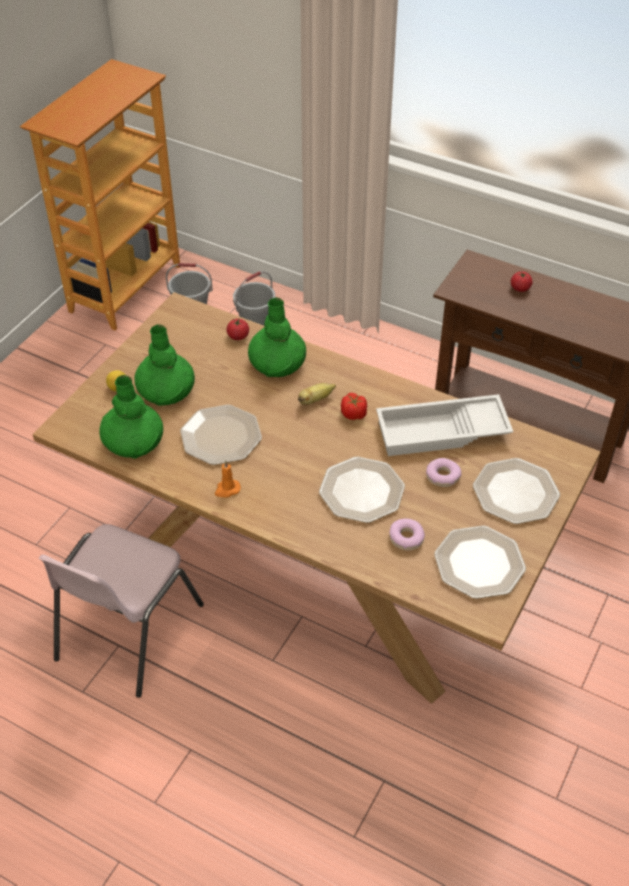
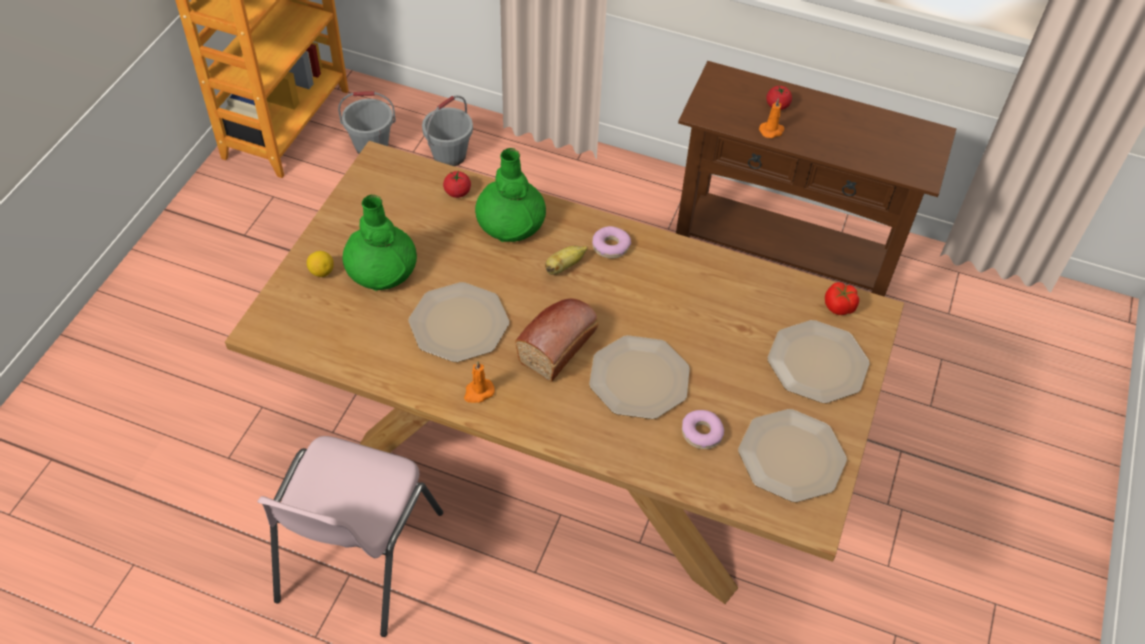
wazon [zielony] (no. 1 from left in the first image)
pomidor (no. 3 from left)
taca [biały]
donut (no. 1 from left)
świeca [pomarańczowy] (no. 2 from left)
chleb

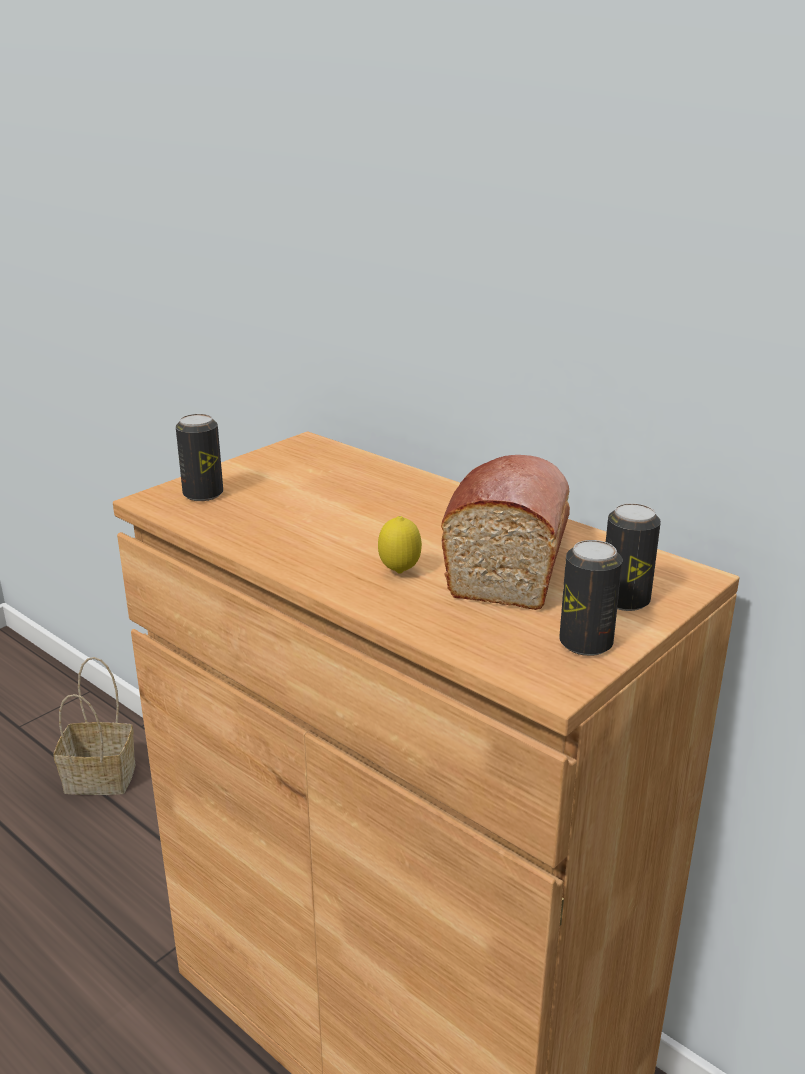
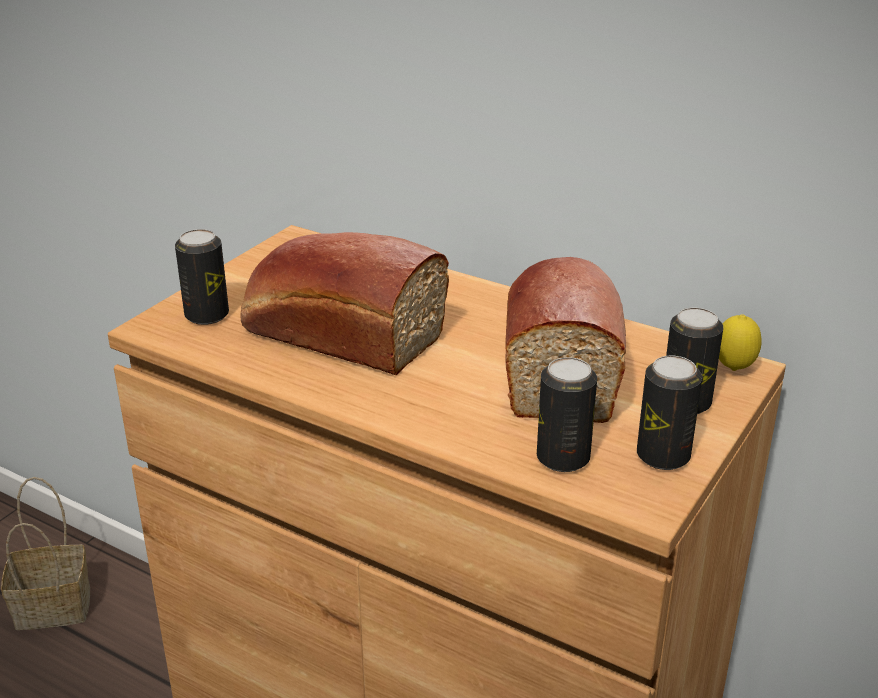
cytryna
chleb (no. 1 from left)
puszka (no. 2 from left)

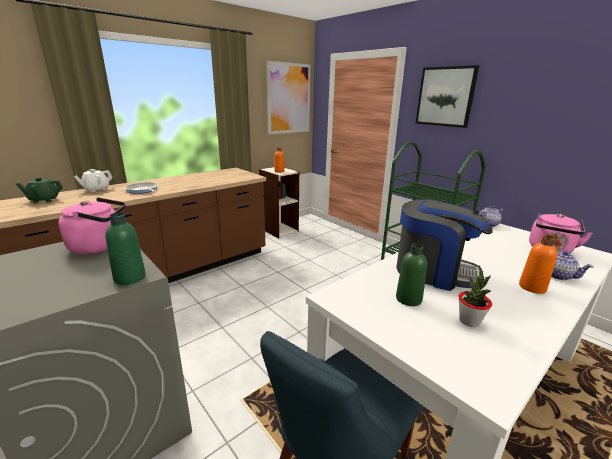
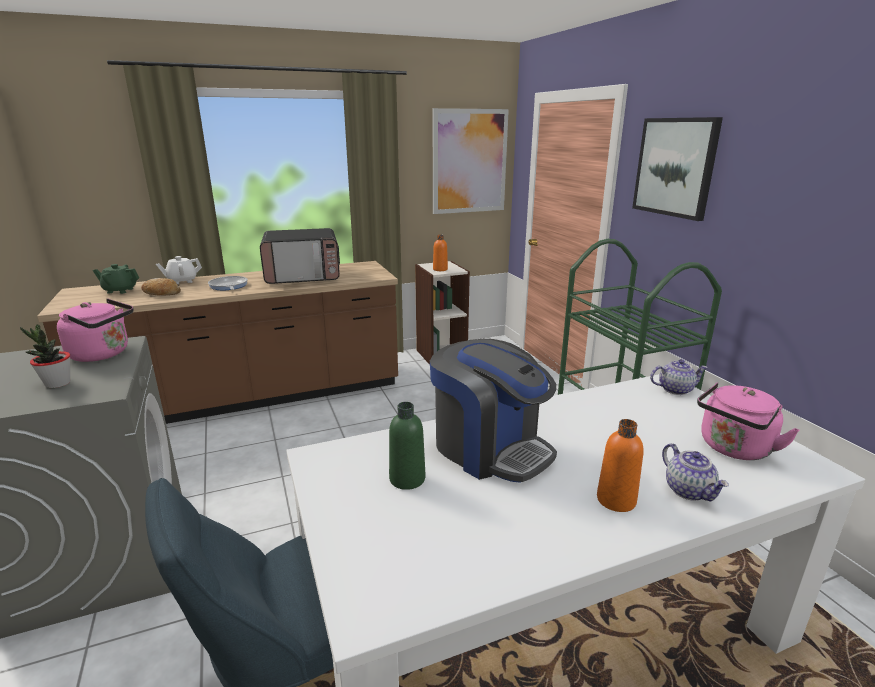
butelka [zielony] (no. 1 from left in the first image)
roślina doniczkowa
mikrofalówka
chleb

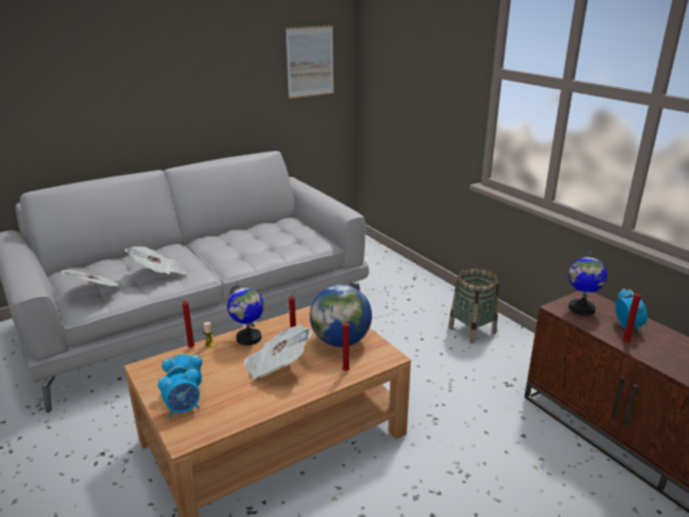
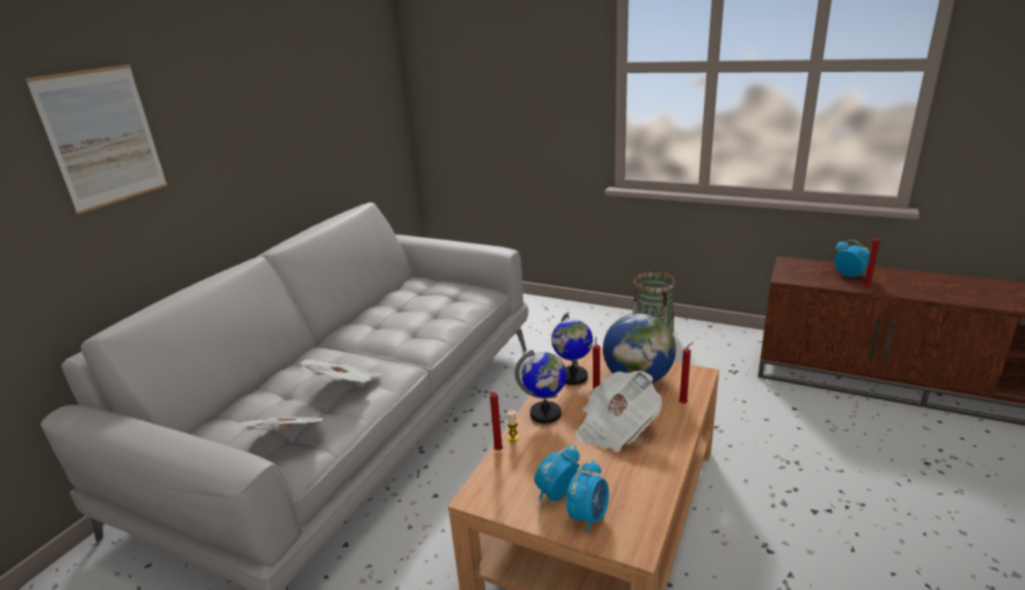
obraz
globus (no. 2 from left)

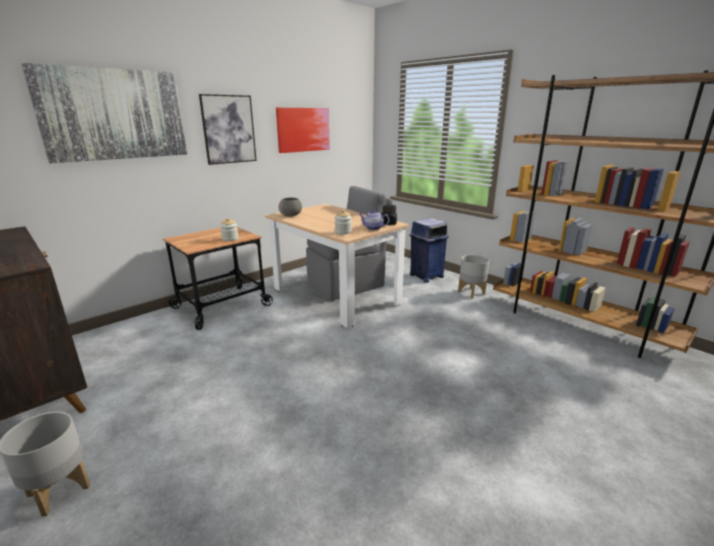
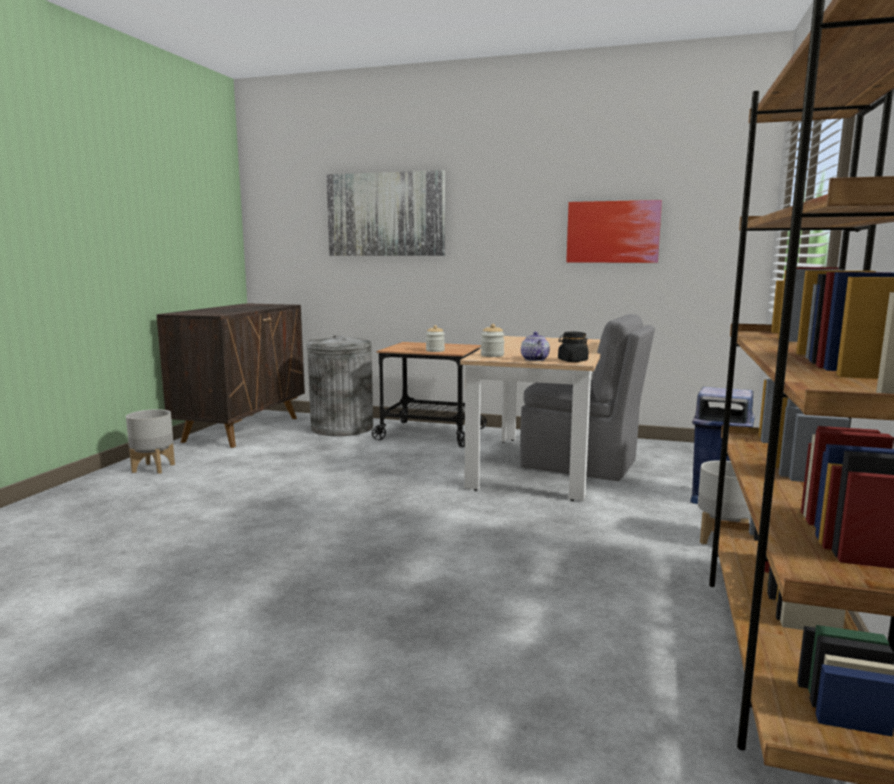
obraz (no. 2 from left in the first image)
miska [szary]
kosz na śmieci [szary]

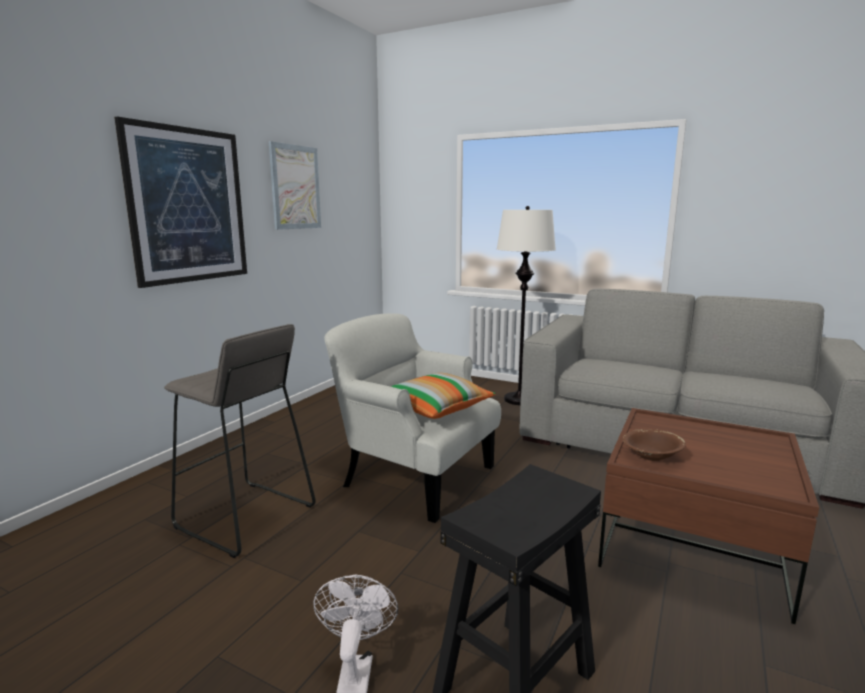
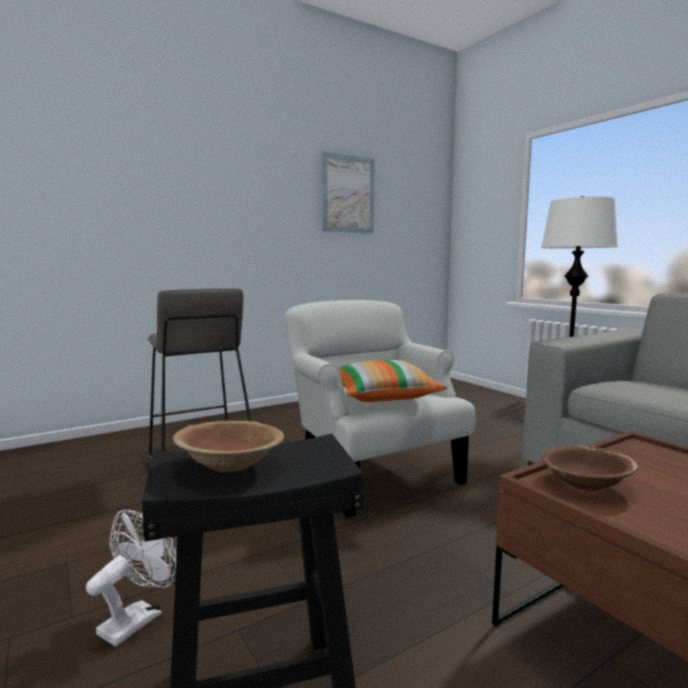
obraz (no. 1 from left in the first image)
miska [brązowy] (no. 1 from left)

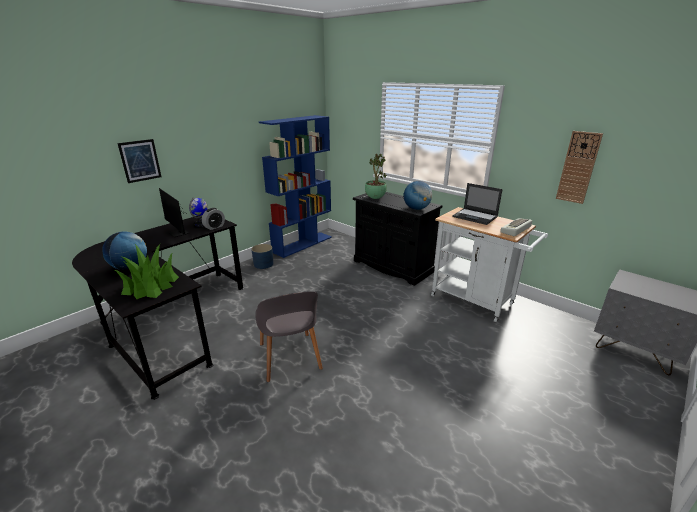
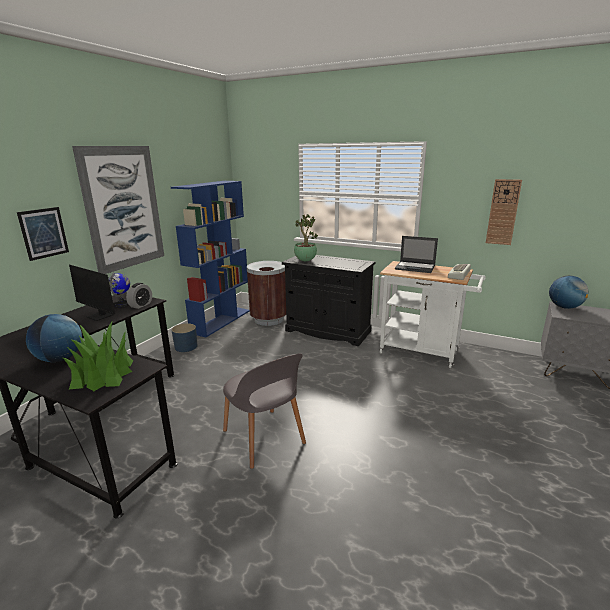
globus (no. 3 from left)
obraz (no. 2 from left)
kosz na śmieci [brązowy]

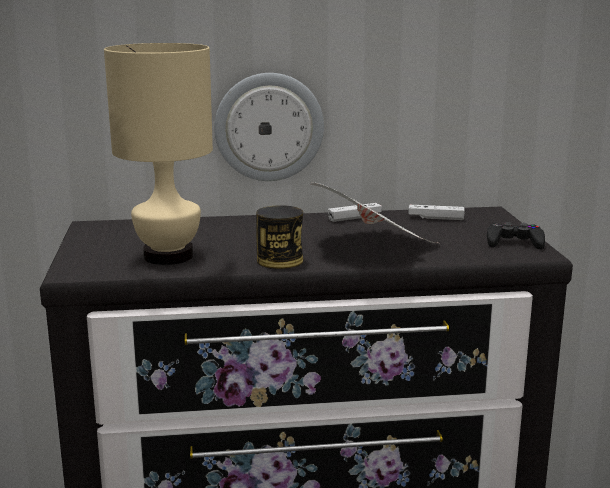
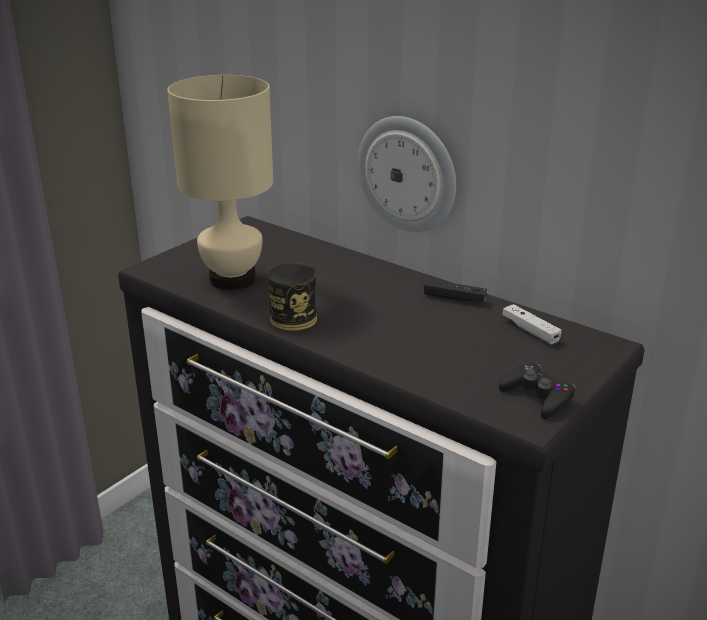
gazeta
pad do gier [czarny] (no. 1 from left)

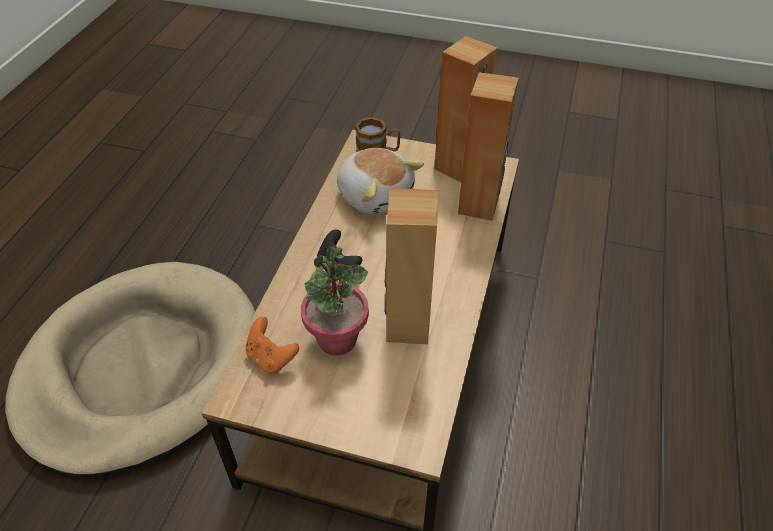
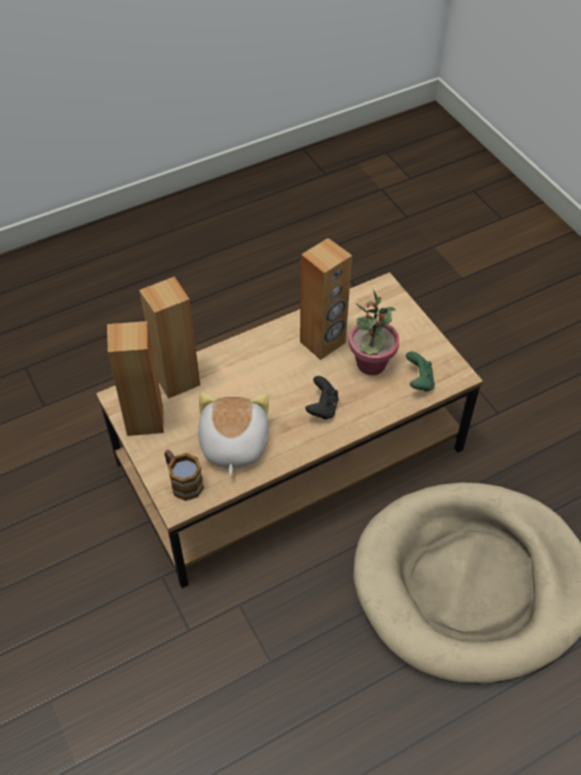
pad do gier [zielony]

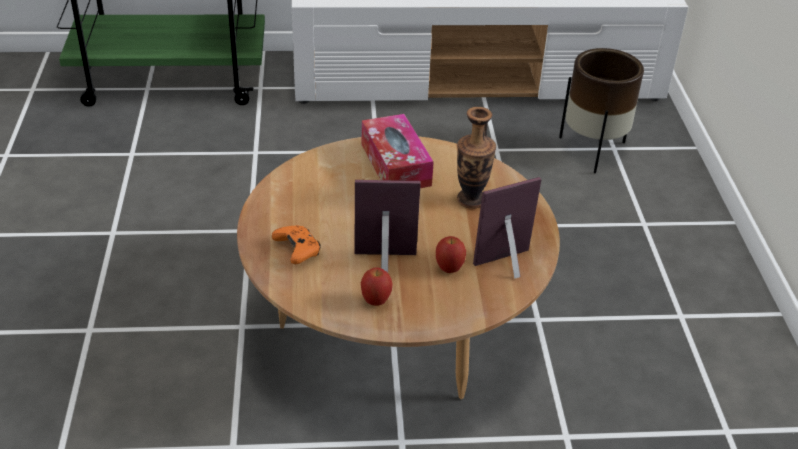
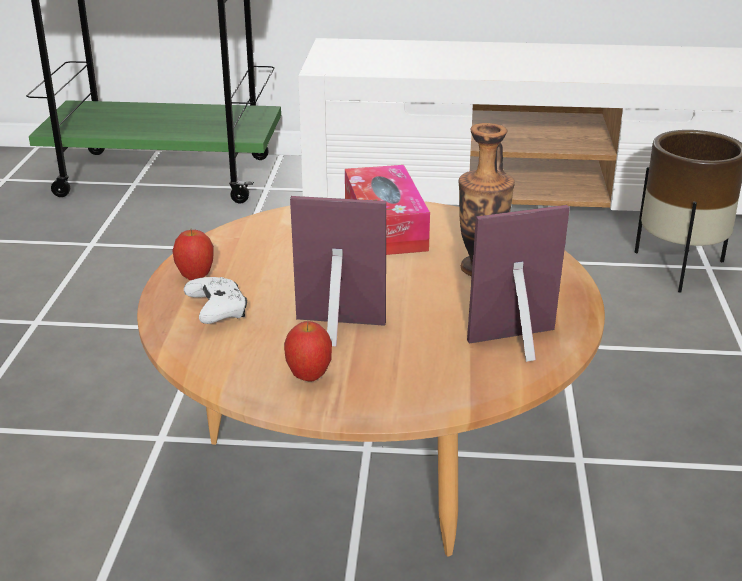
pad do gier [biały]
jabłko (no. 1 from left)

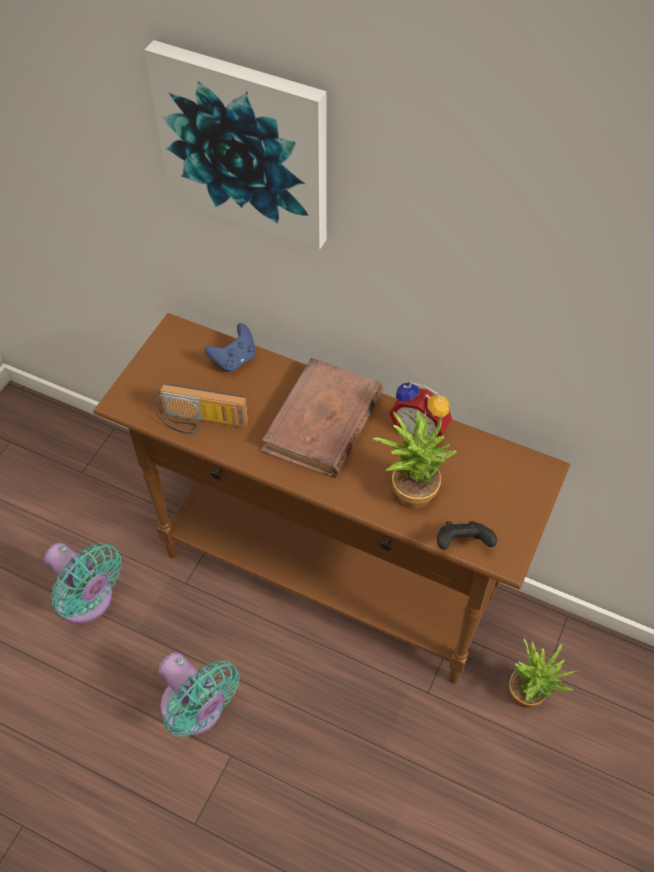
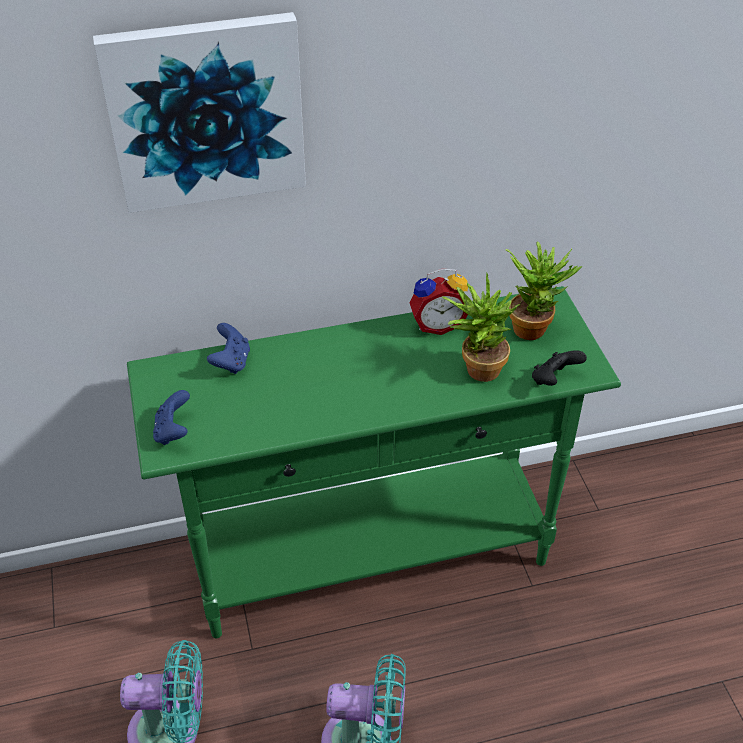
stolik konsolowy [zielony]
książka [brązowy]
radio
roślina doniczkowa (no. 2 from left)
pad do gier [niebieski] (no. 1 from left)

